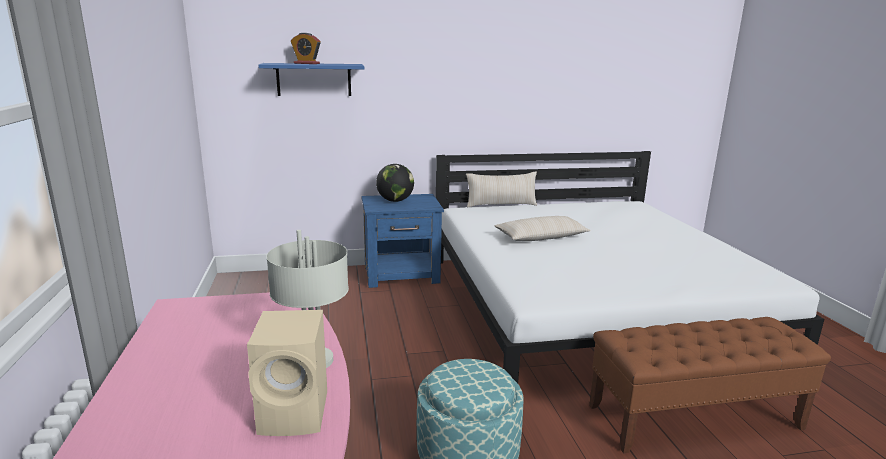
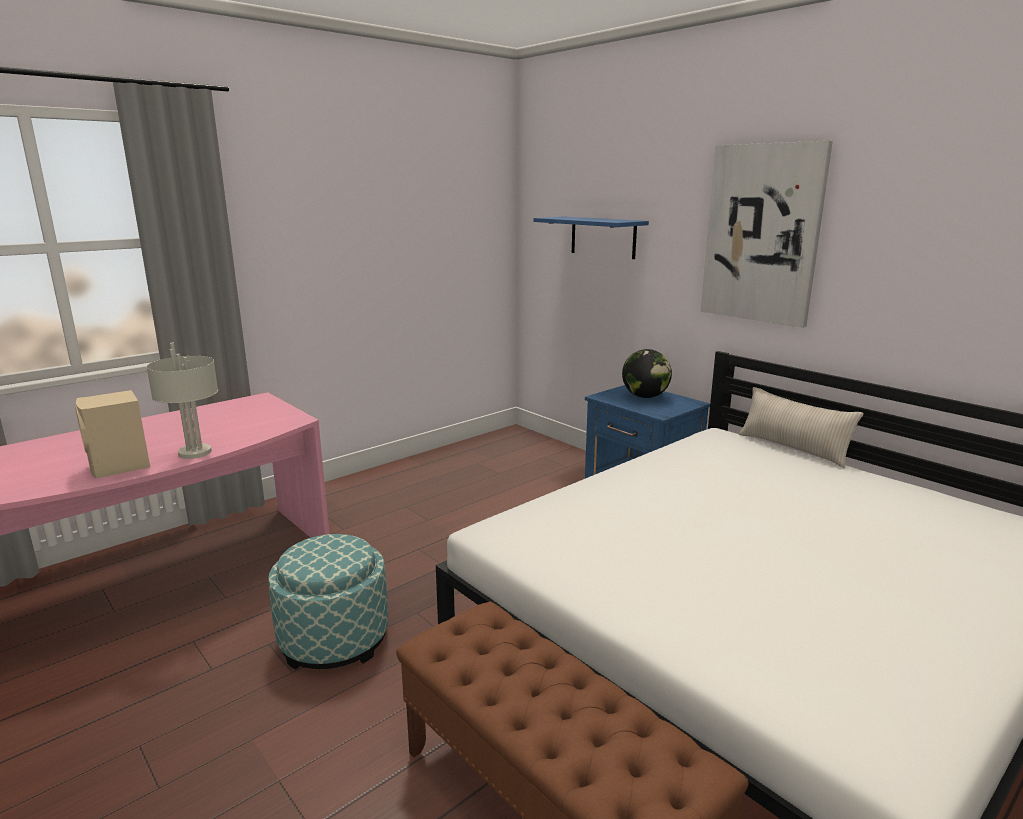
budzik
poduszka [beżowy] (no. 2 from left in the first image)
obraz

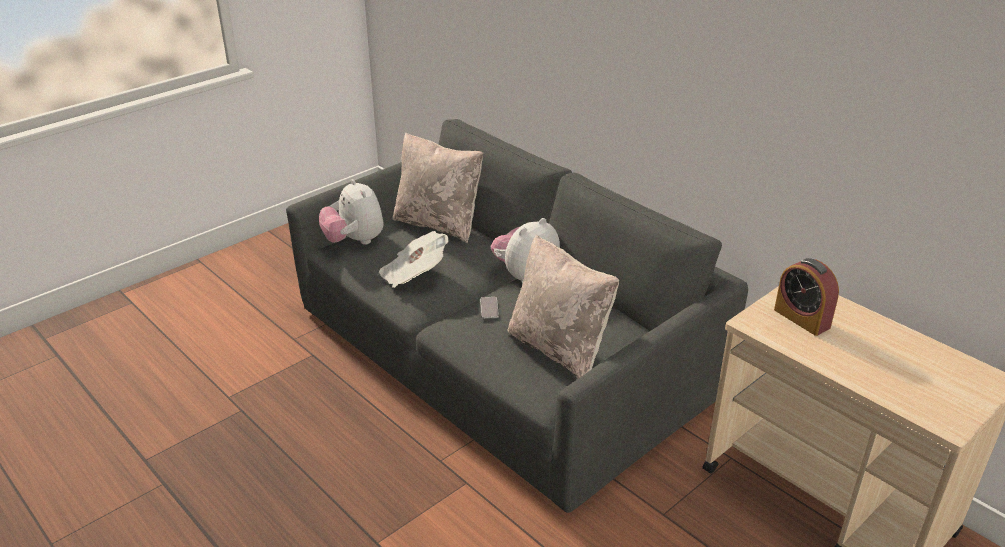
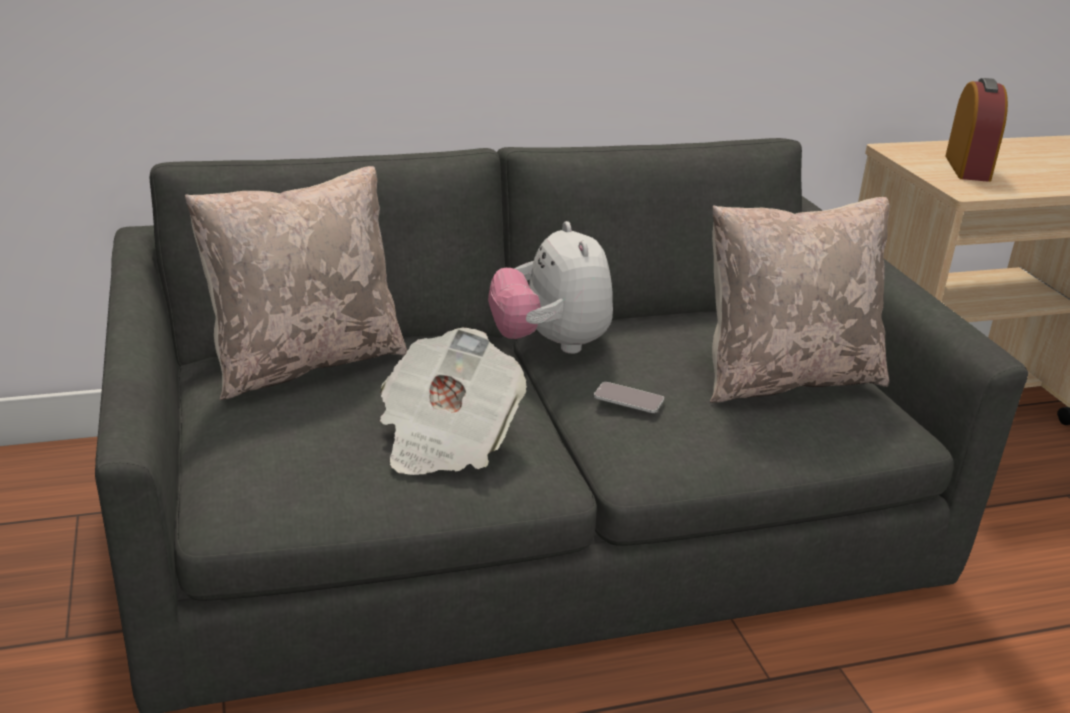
pluszak (no. 1 from left in the first image)
budzik

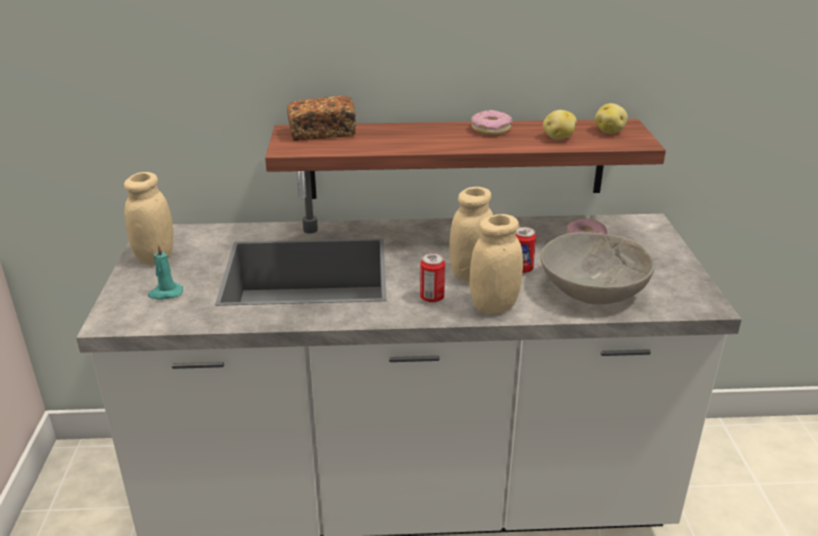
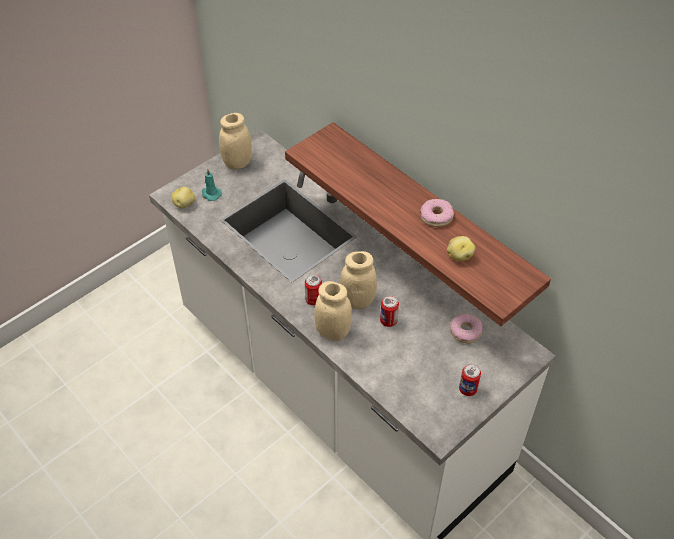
chleb
ziemniak (no. 1 from left)
miska [szary]
puszka (no. 3 from left)

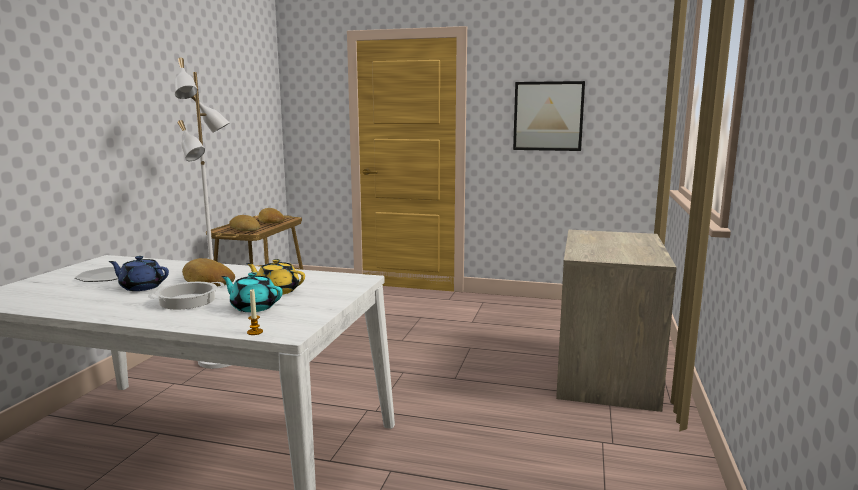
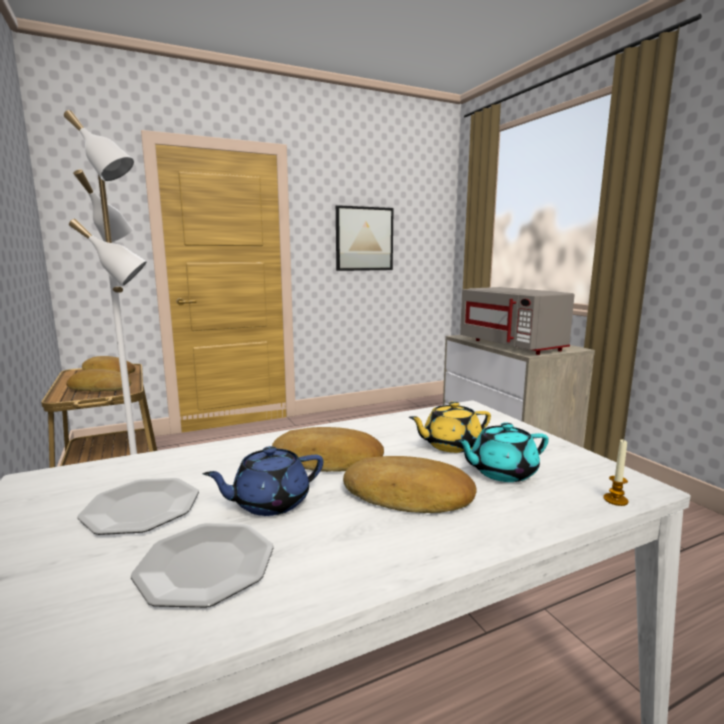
chleb (no. 4 from left)
mikrofalówka [szary]
talerz (no. 2 from left)

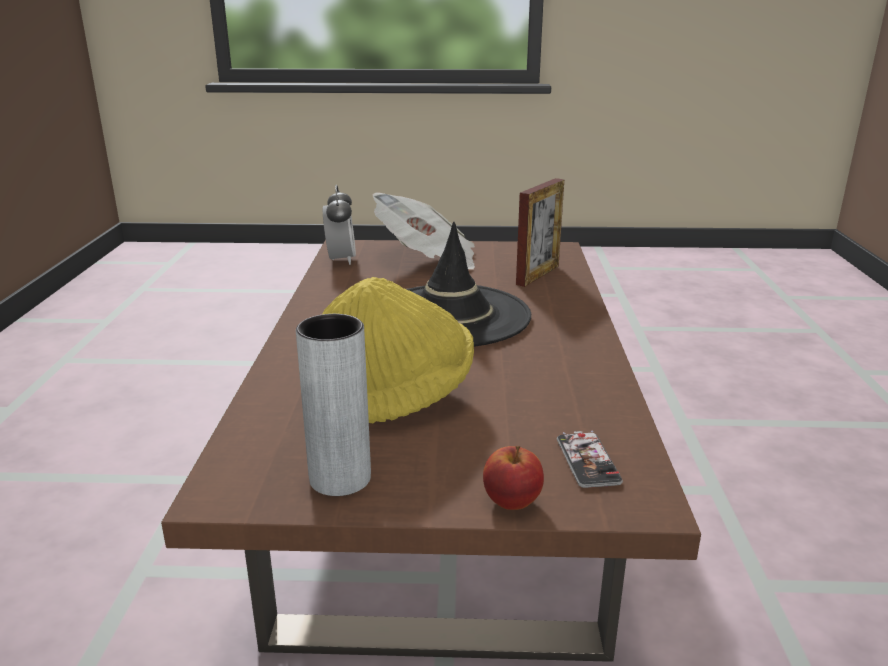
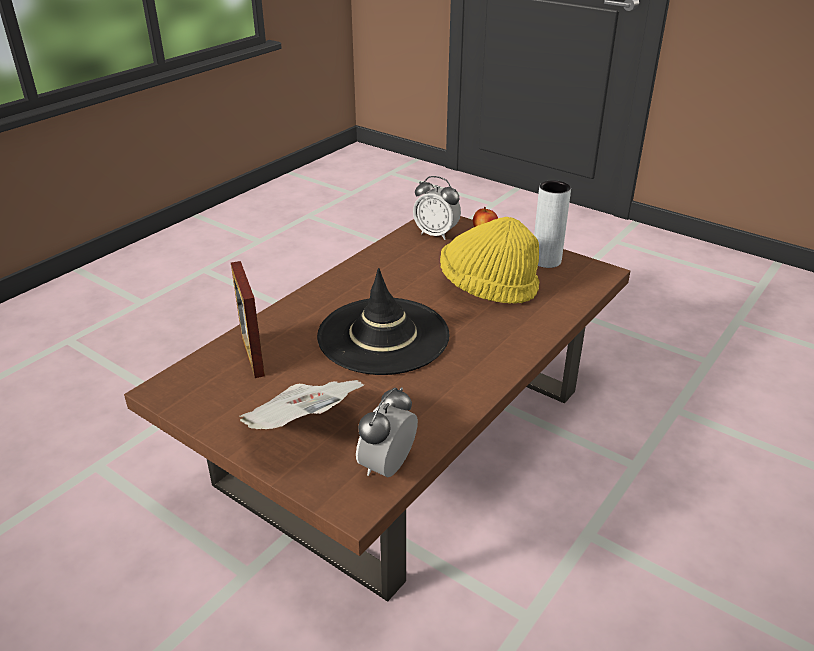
ramka na zdjęcie
budzik (no. 2 from left)

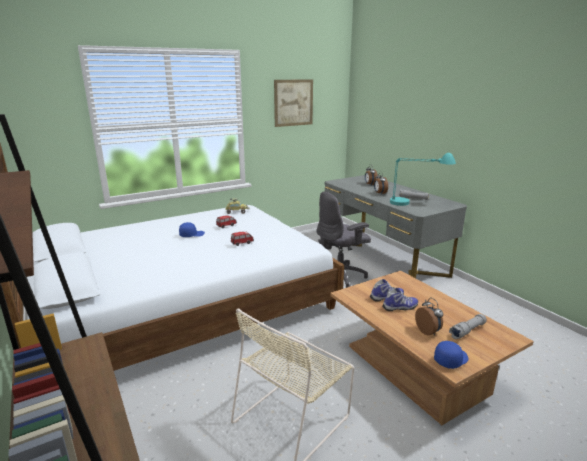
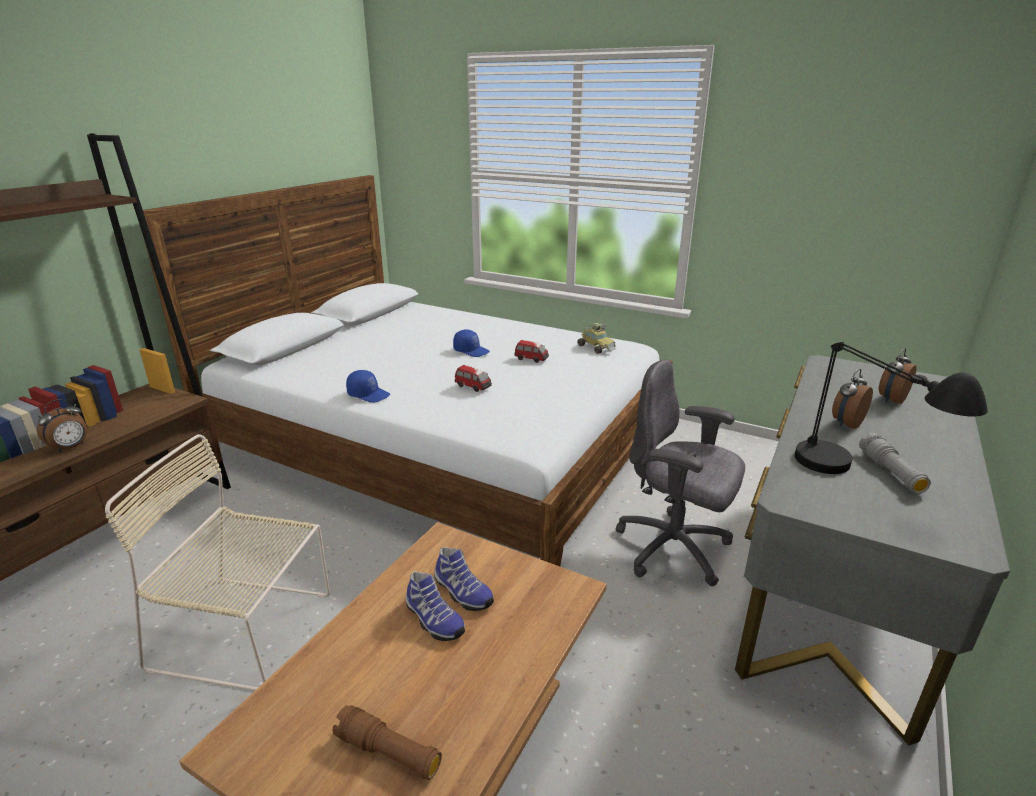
obraz
lampa stołowa [czarny]
budzik (no. 1 from left)
latarka [brązowy]
czapka z daszkiem [niebieski] (no. 1 from left)

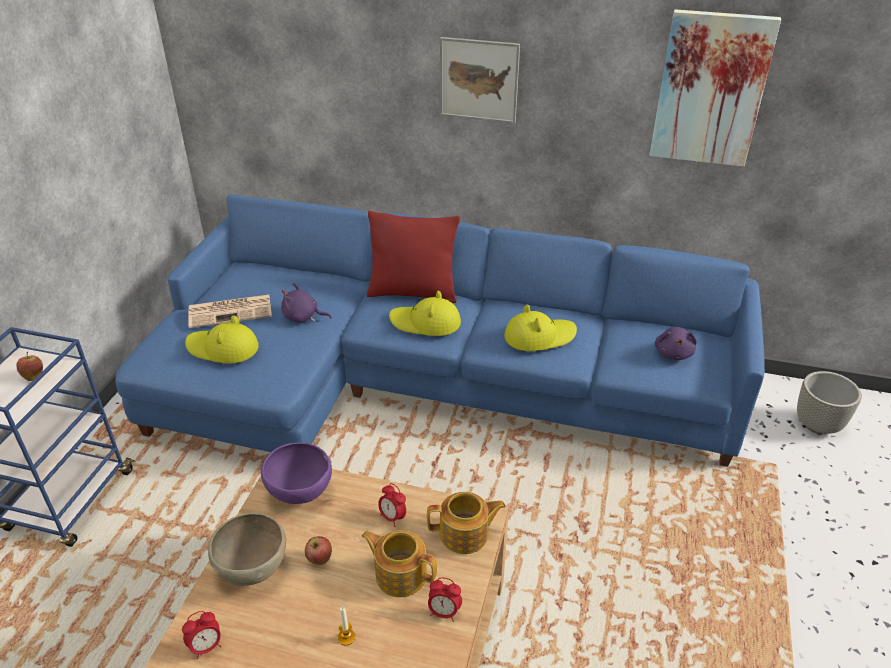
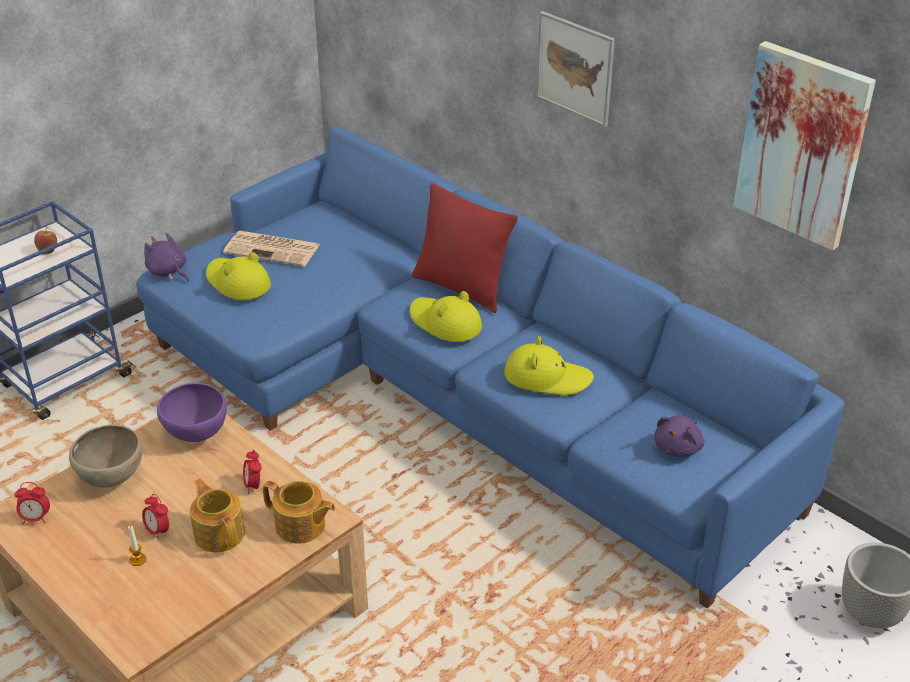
pluszak [fioletowy] (no. 1 from left)
jabłko (no. 2 from left in the first image)
budzik (no. 2 from left)

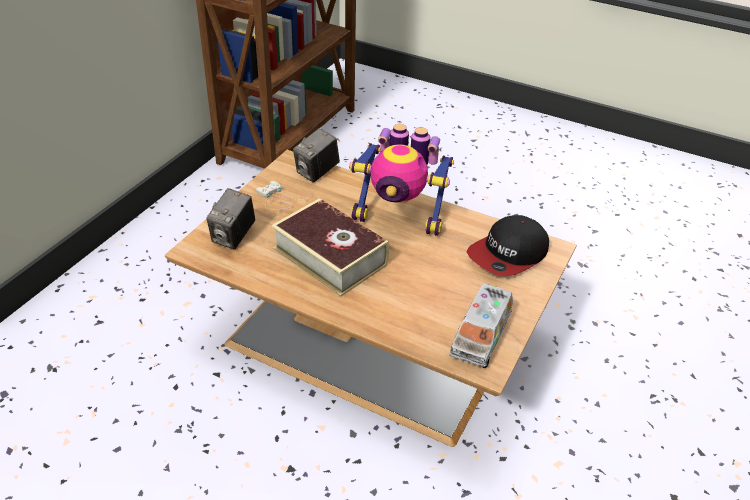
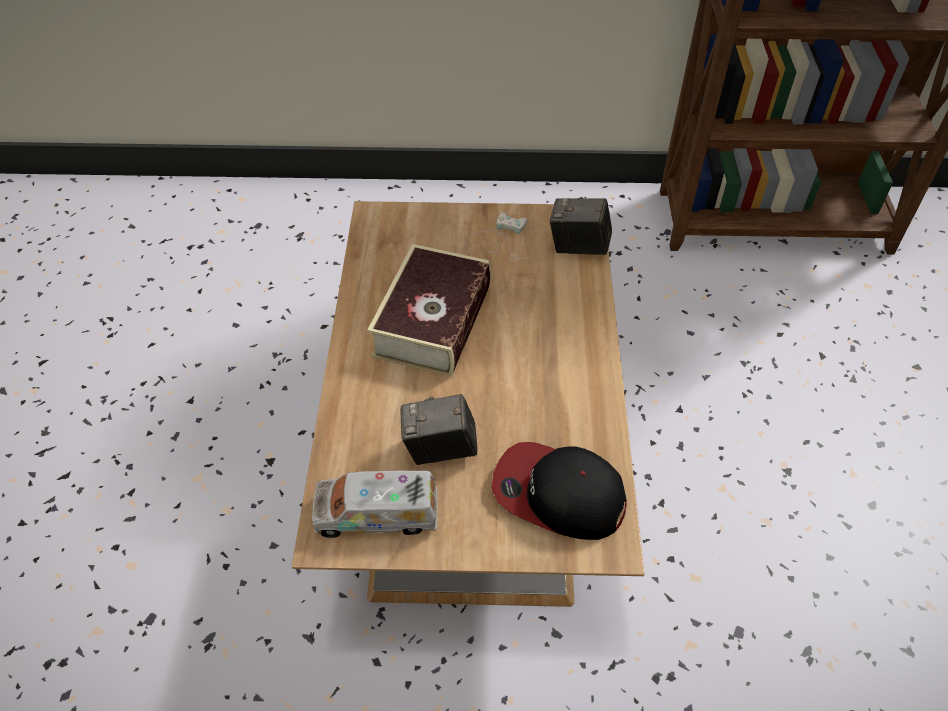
robot zabawkowy
aparat fotograficzny (no. 1 from left)

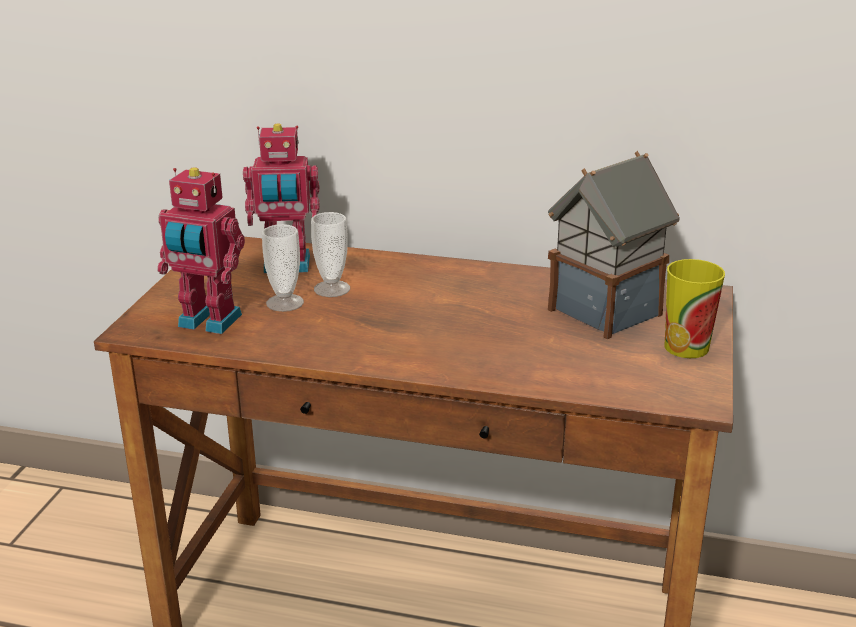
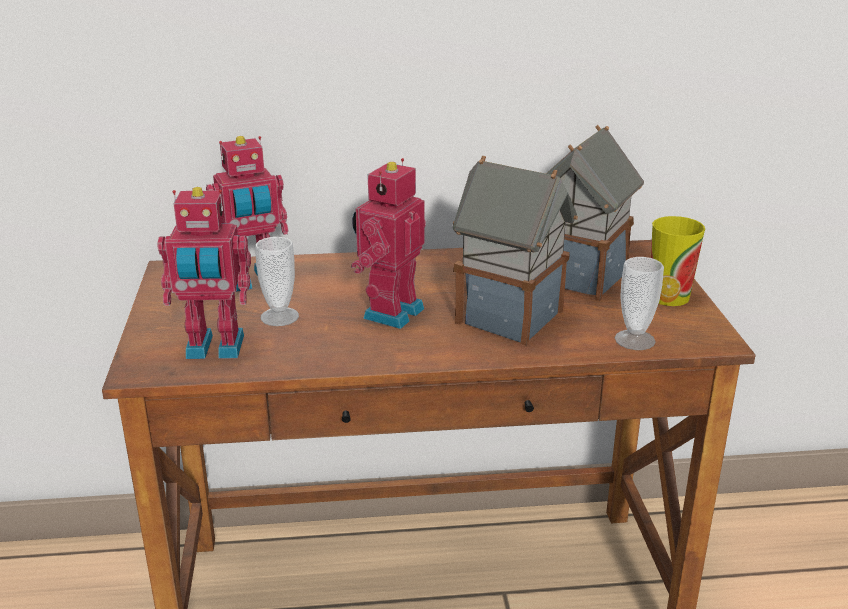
filiżanka (no. 2 from left)
domek (no. 1 from left)
robot zabawkowy (no. 3 from left)

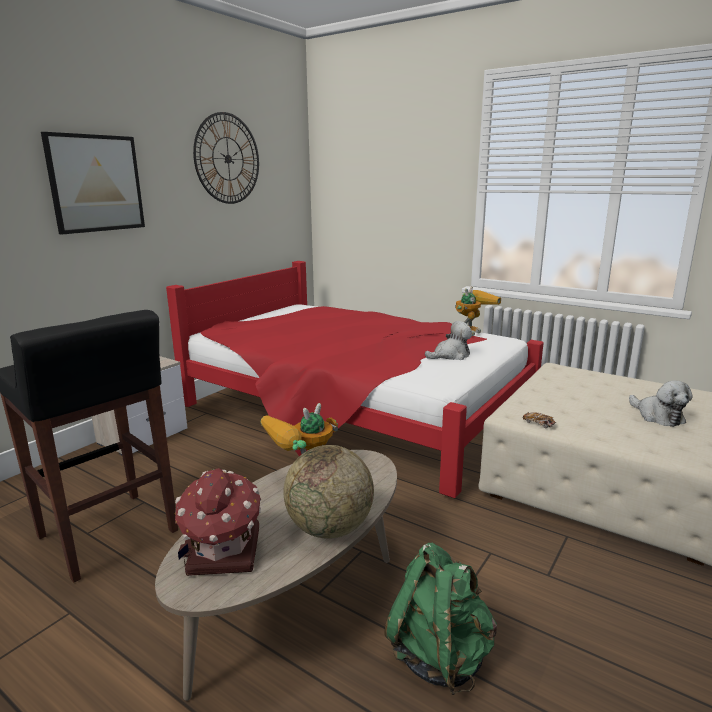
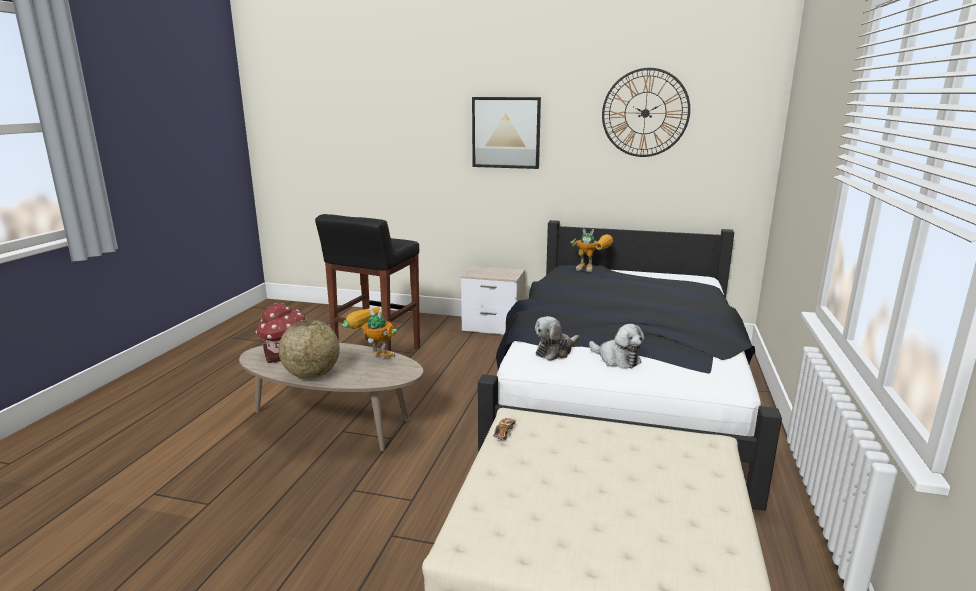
łóżko [czarny]
robot zabawkowy (no. 2 from left)
pluszak (no. 1 from left)
plecak [zielony]

